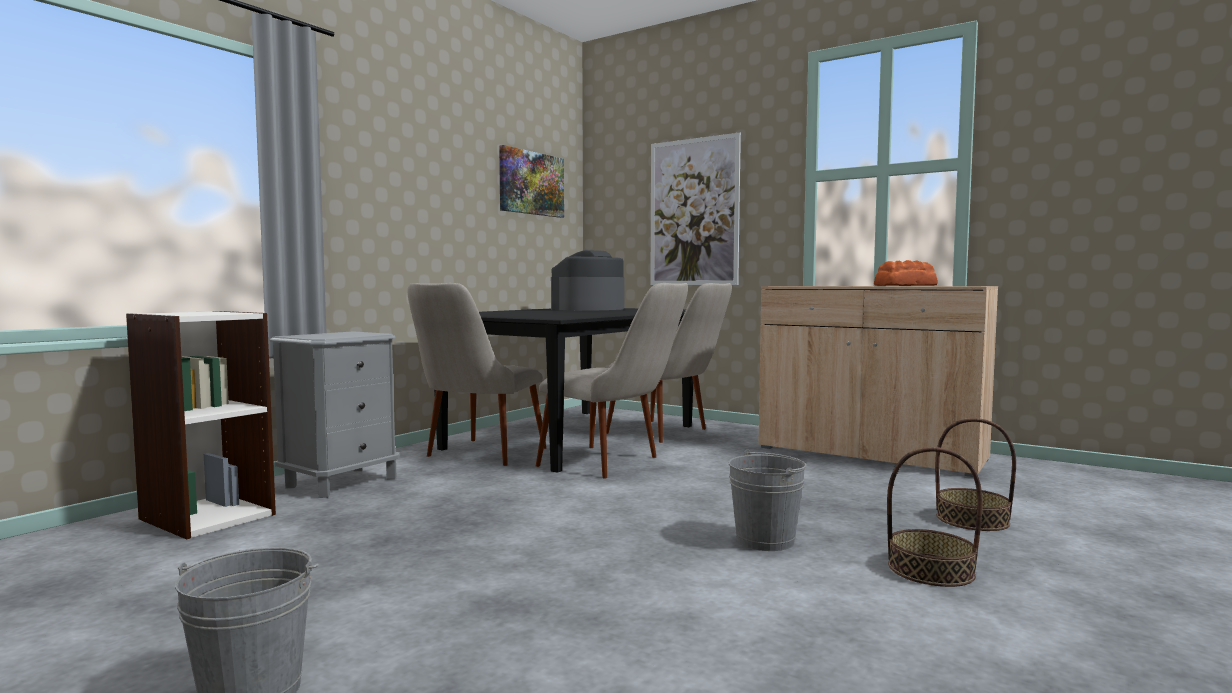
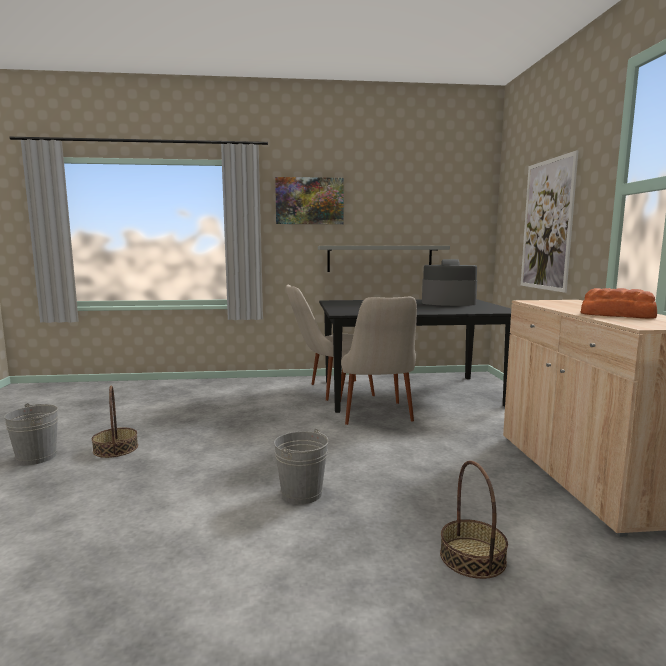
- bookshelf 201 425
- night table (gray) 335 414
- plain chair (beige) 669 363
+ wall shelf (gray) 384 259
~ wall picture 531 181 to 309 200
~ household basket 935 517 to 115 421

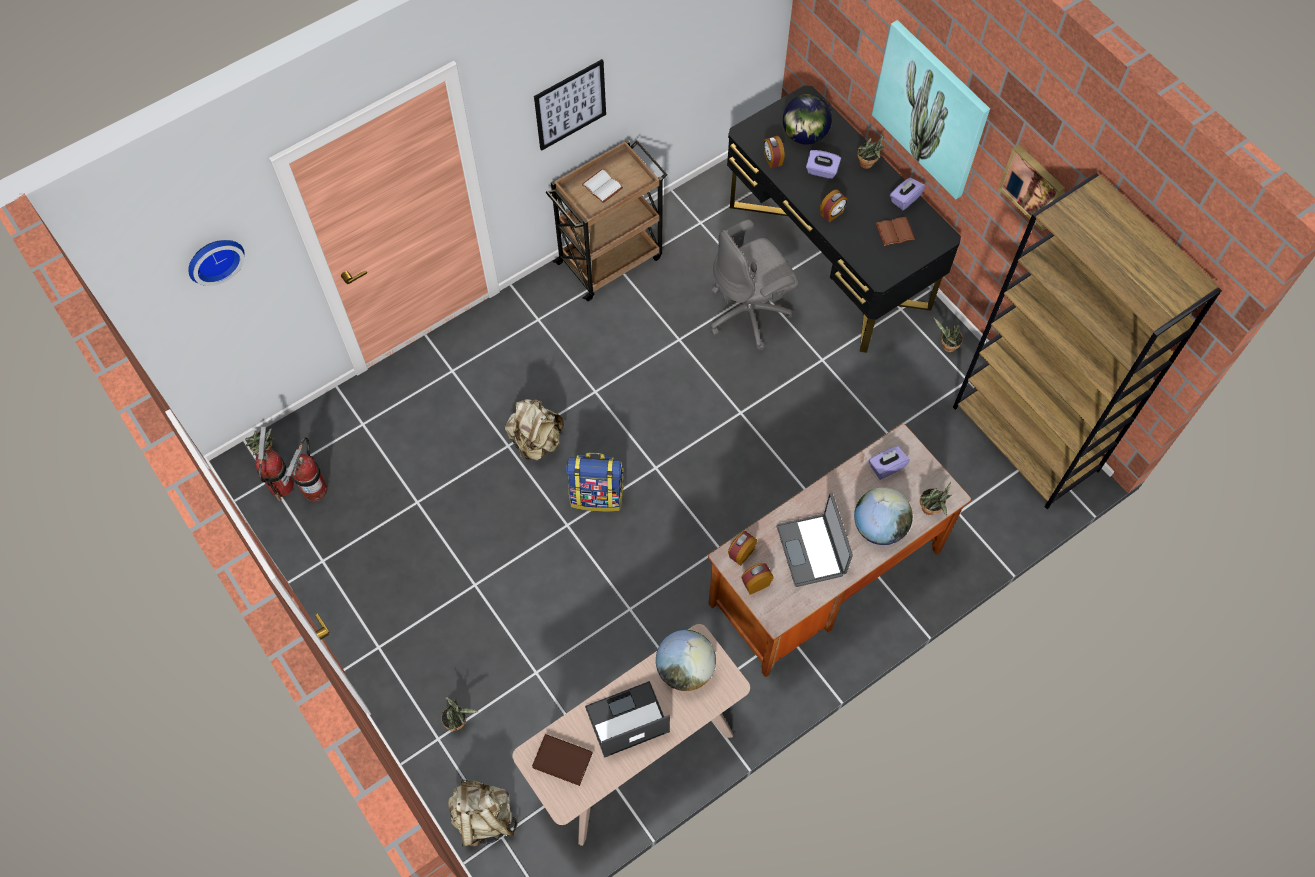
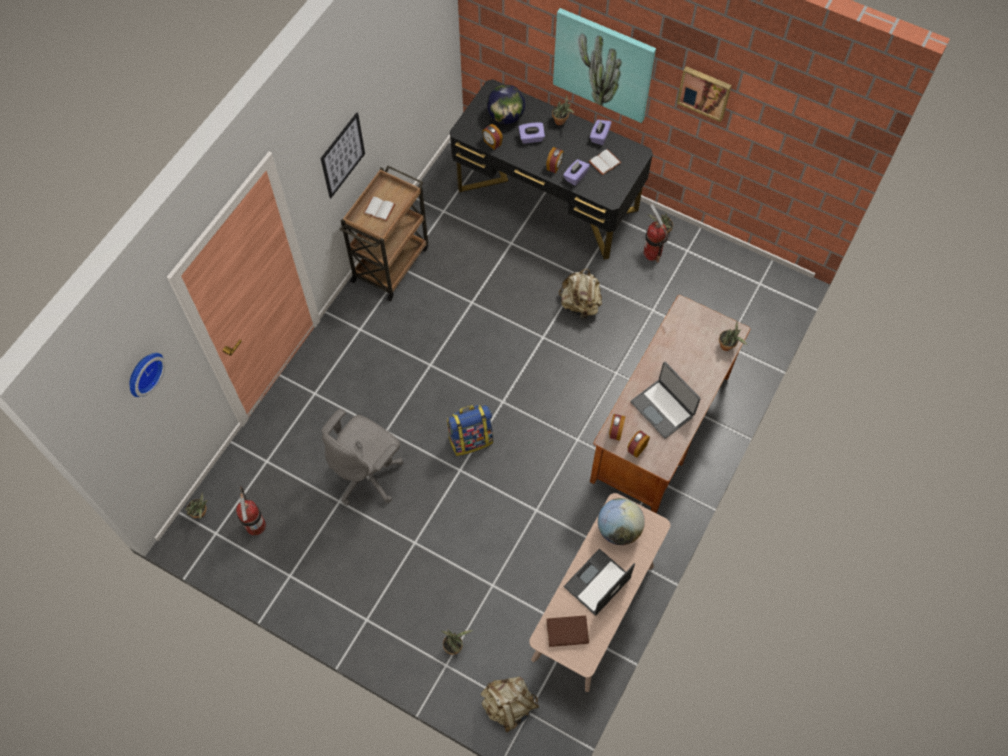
- world globe 883 516
- bookshelf (brownish) 1087 341
~ extinguisher 274 464 to 655 233
~ backpack (beige) 534 429 to 580 293
~ computer chair (gray) 754 284 to 362 457
~ tissue box (purple) 889 463 to 576 172
~ bound book (brownish) 895 231 to bound book (whitish) 605 162

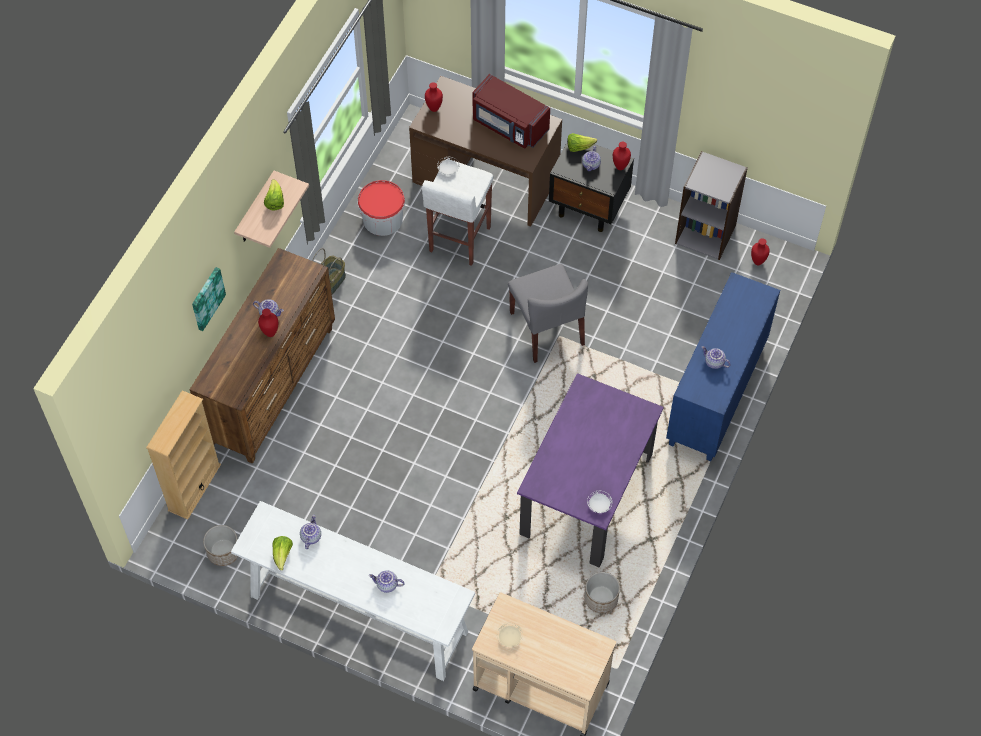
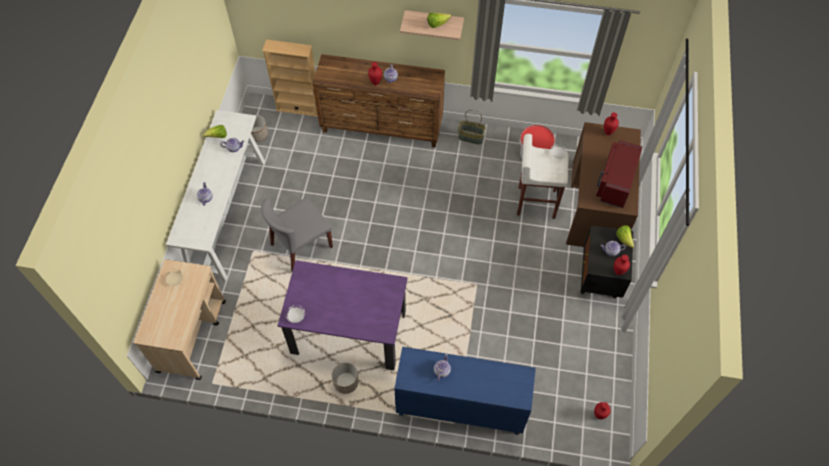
- wall picture 209 299
- bookshelf (gray) 711 205
~ plain chair (gray) 548 313 to 297 234
~ flower pot 602 592 to 345 378

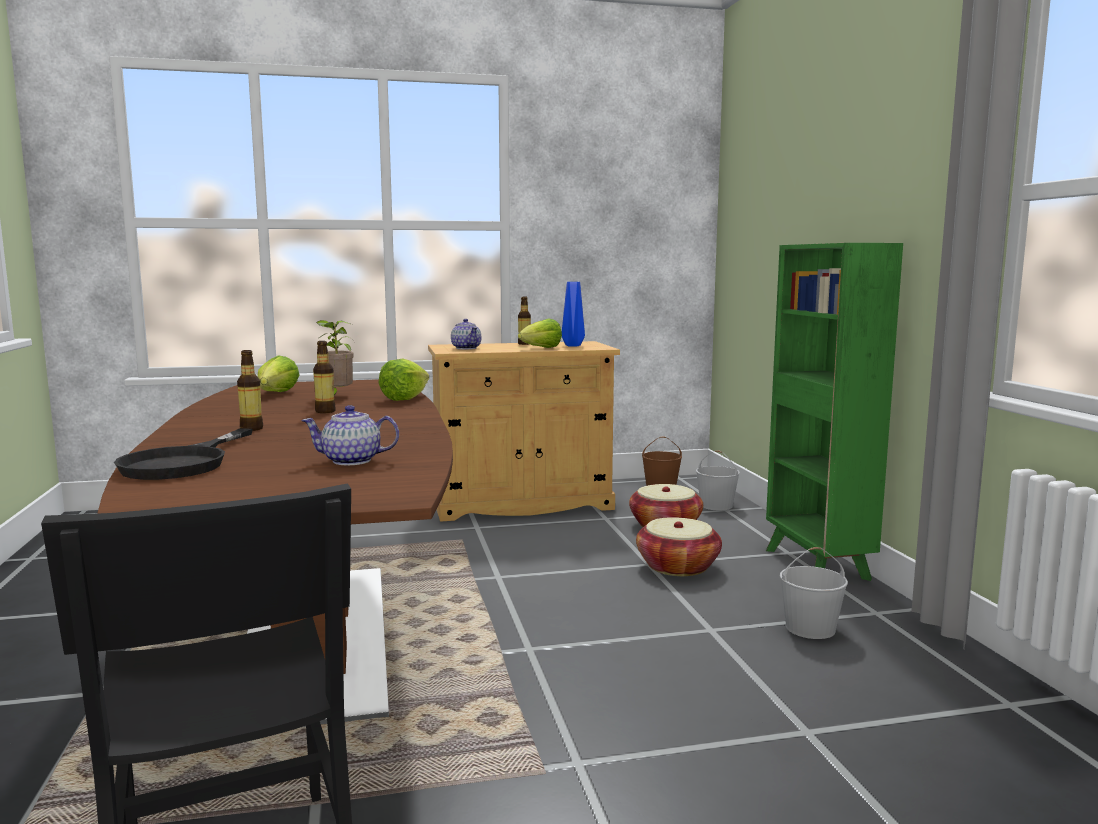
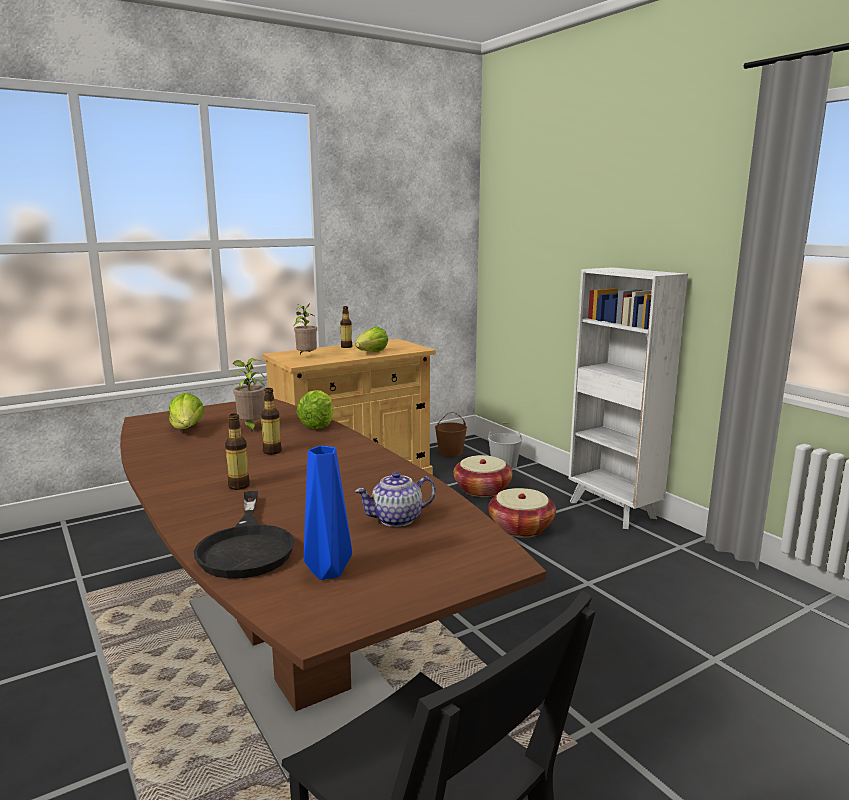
- water bucket (whitish) 814 593
~ decorative vase (blue-coloured) 573 314 to 328 513
~ pot for tea 466 334 to potted plant 305 329
~ bookshelf (greenish) 834 412 to bookshelf (whitish) 628 398

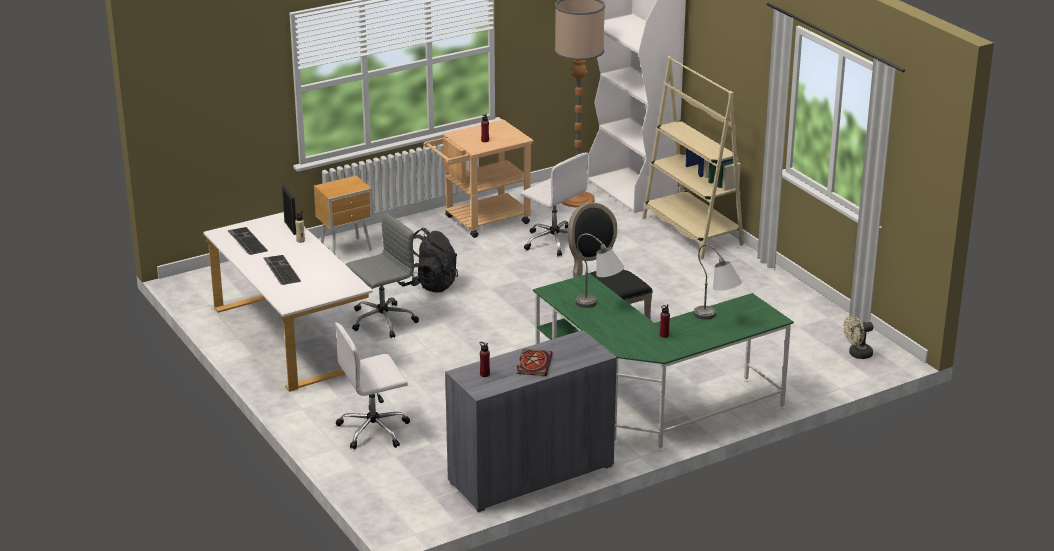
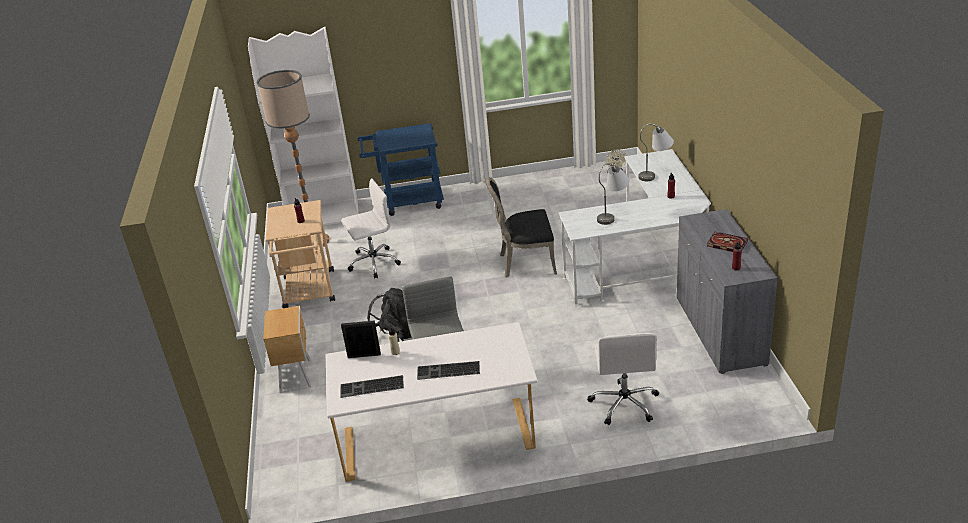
~ bookshelf (beige) 693 157 to trolley (blue-coloured) 400 169
~ desk unit (greenish) 663 362 to desk unit (whitish) 635 227

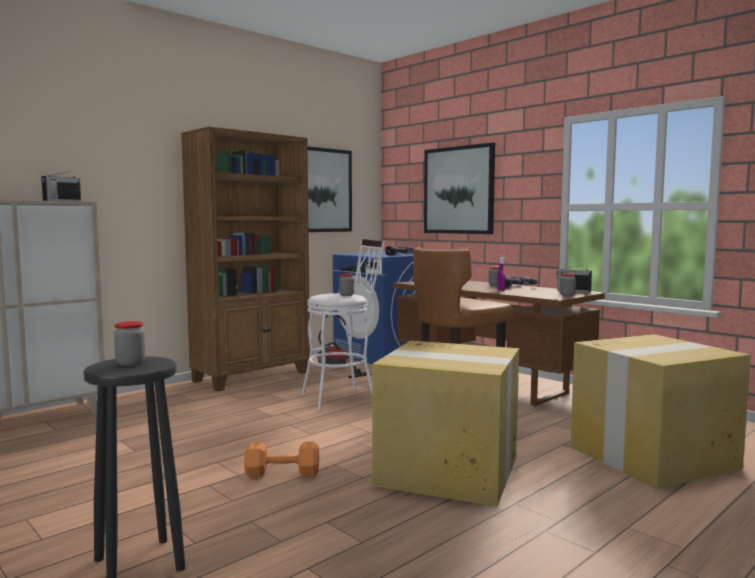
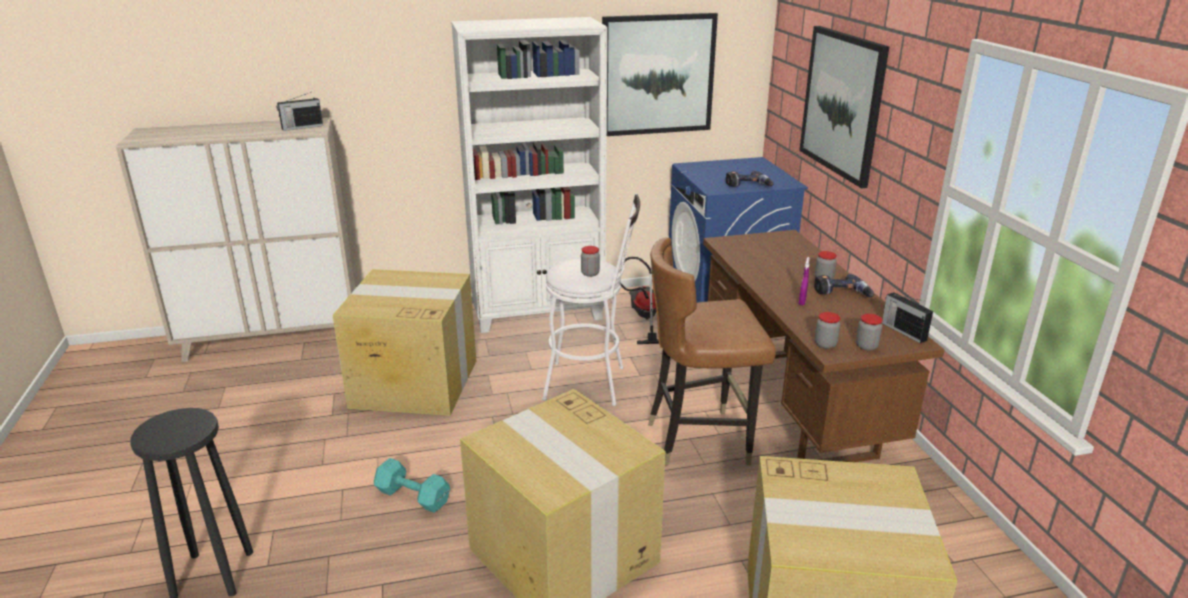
+ carton 404 342
~ preserve jar 130 343 to 828 330
~ bookshelf (brownish) 245 259 to bookshelf (whitish) 529 175
~ dumbbell (orange-coloured) 281 460 to dumbbell (turquoise) 412 485

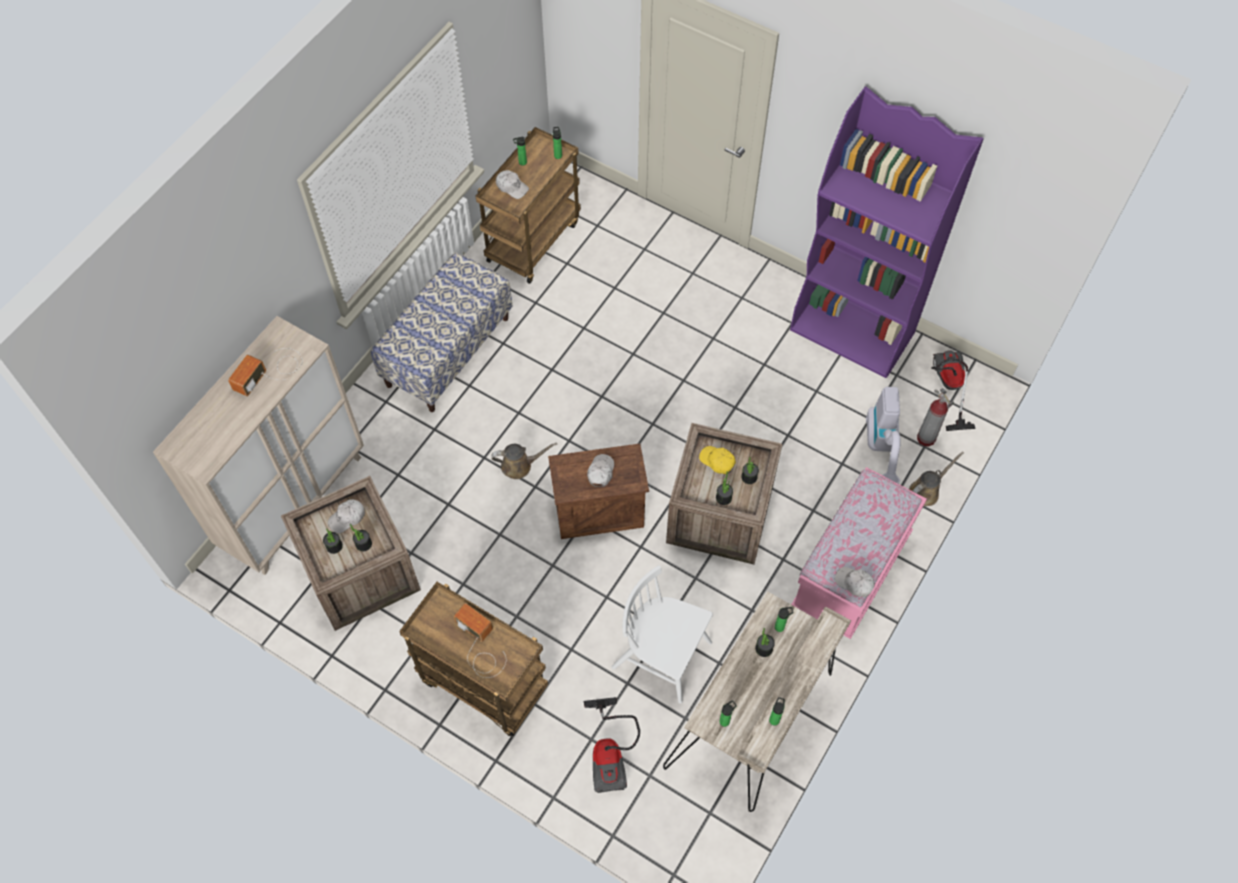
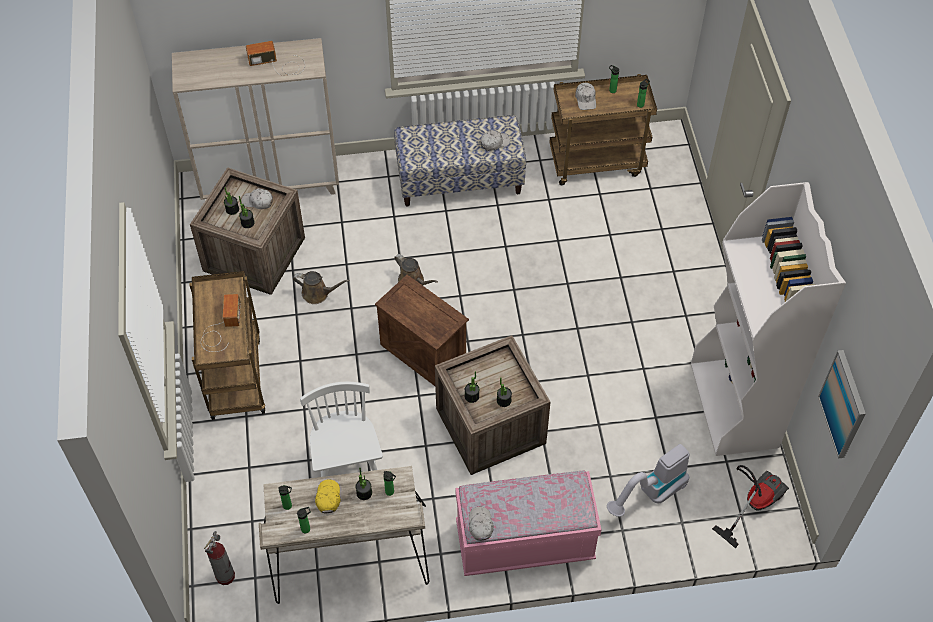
- hoover 612 745
+ wall picture 842 404
~ cap (whitish) 600 470 to 495 140
~ cap (yellow) 717 460 to 328 496
~ watering can (brownish) 936 478 to 321 287
~ extinguisher 935 417 to 219 558
~ bookshelf (purple) 887 232 to bookshelf (whitish) 768 319

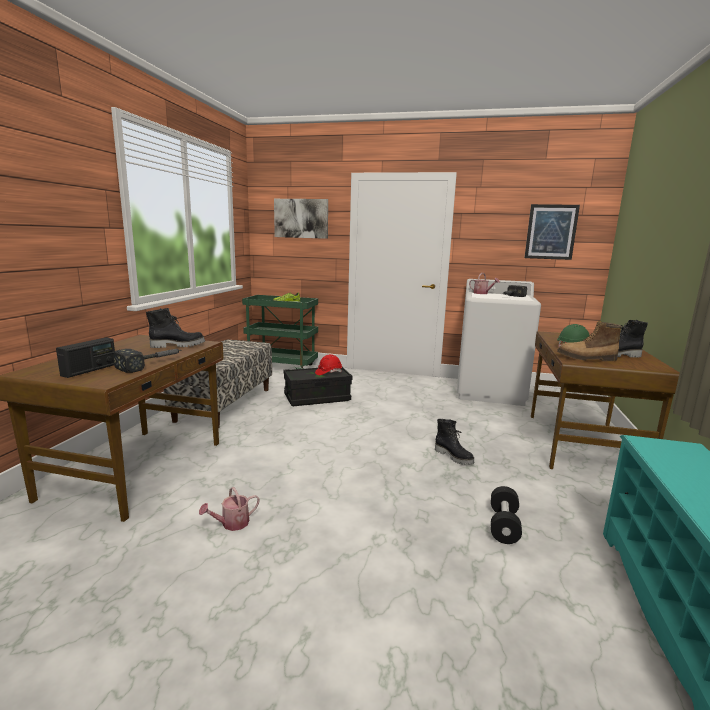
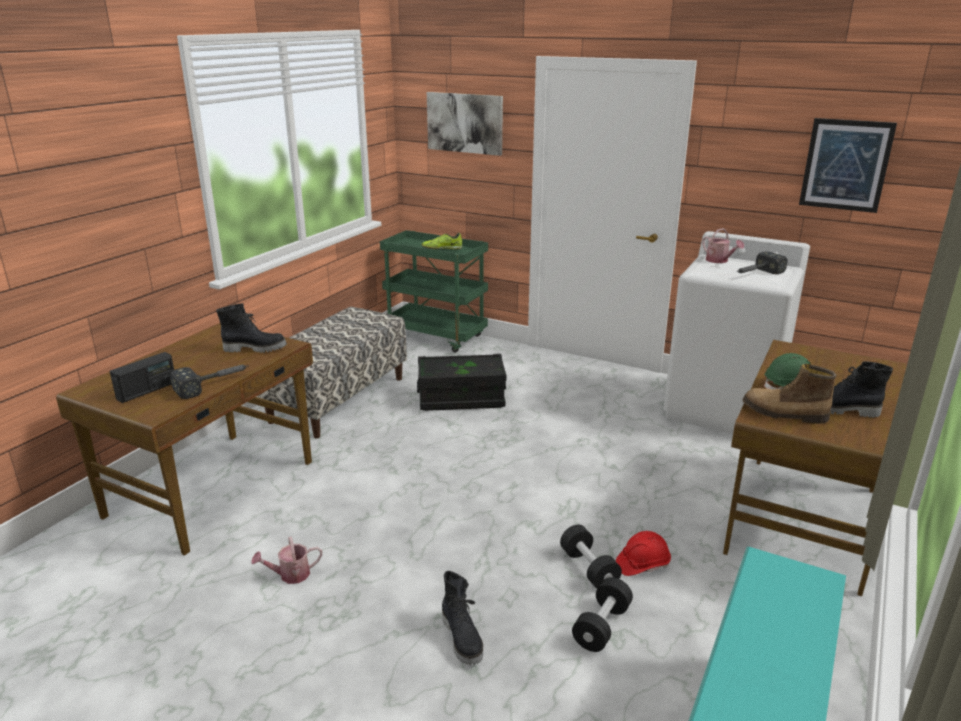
+ dumbbell (black) 591 557
~ safety helmet (red) 328 364 to 643 553
~ tall boot (black) 454 442 to 462 618

